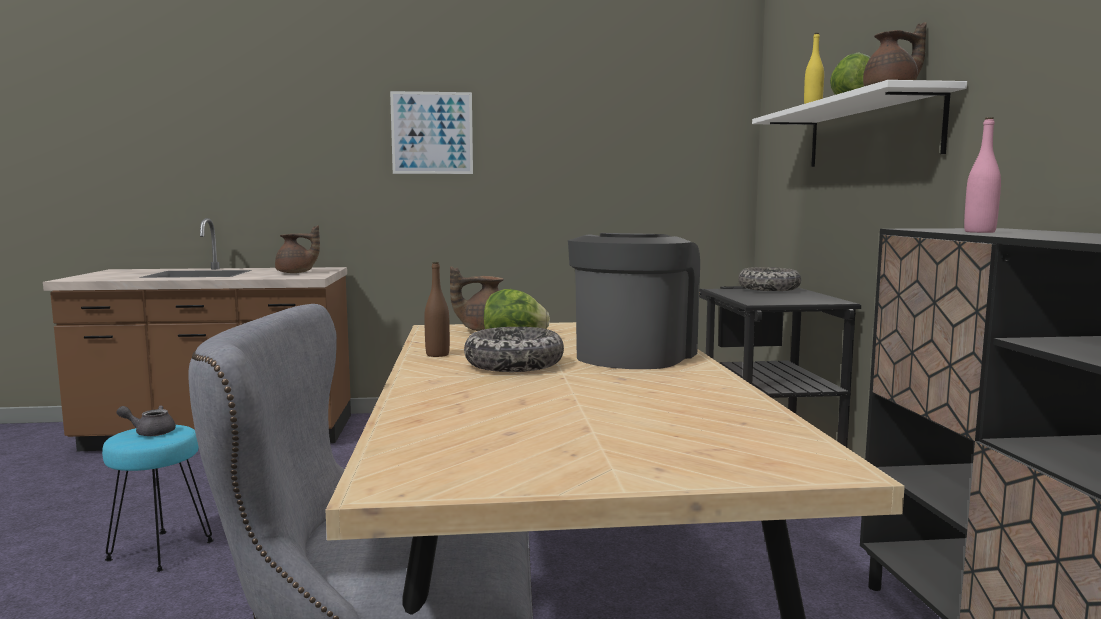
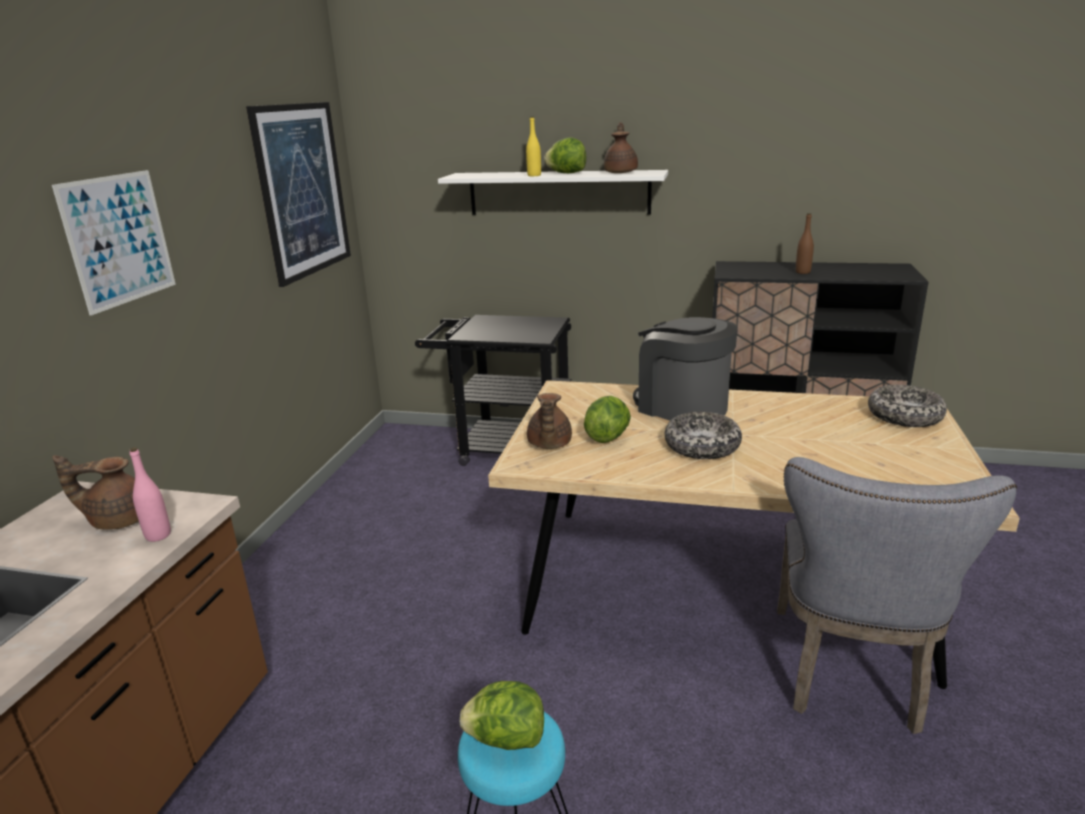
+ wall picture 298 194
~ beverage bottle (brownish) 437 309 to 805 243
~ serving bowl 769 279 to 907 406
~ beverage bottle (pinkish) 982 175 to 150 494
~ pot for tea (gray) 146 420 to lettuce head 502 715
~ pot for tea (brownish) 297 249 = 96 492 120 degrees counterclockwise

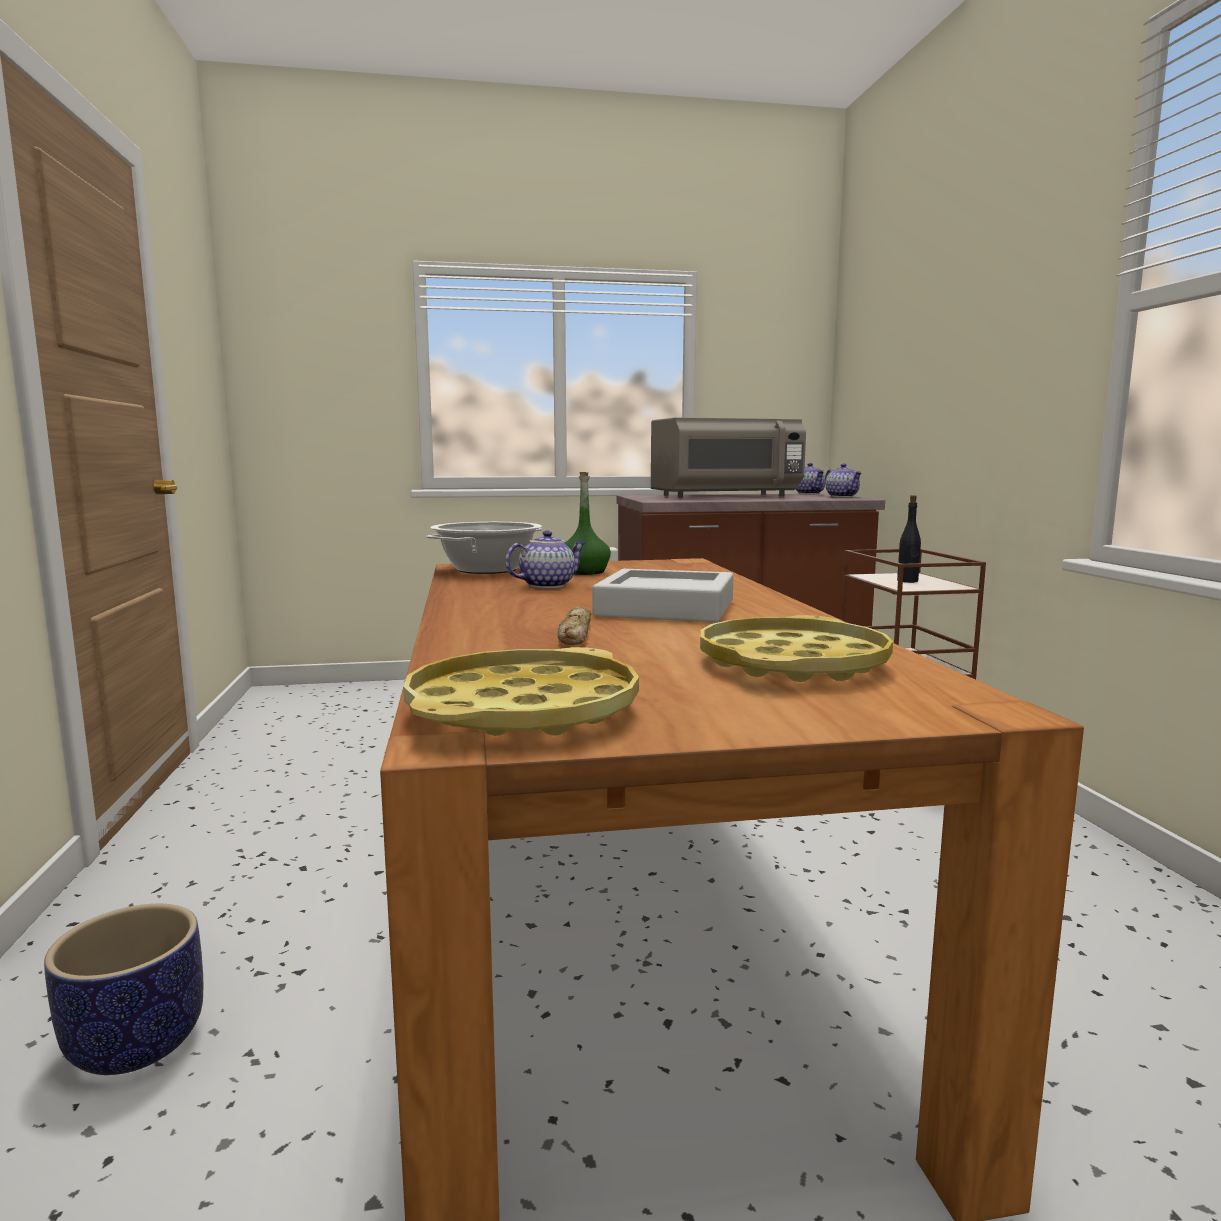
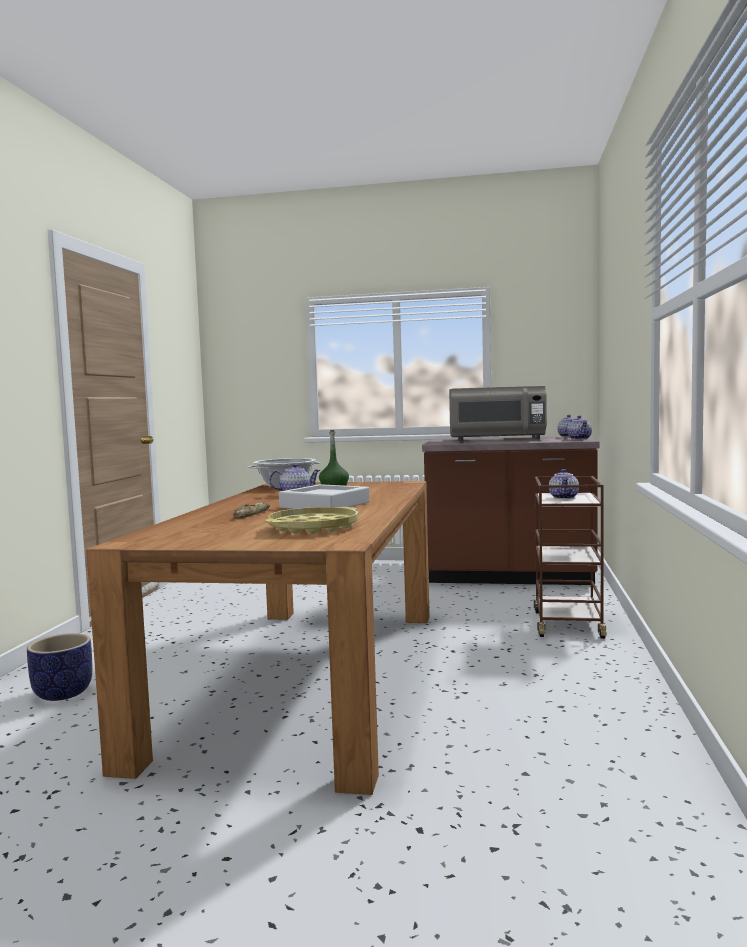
- carrying tray (yellow) 521 691
~ beverage bottle (black) 909 539 to pot for tea 564 484

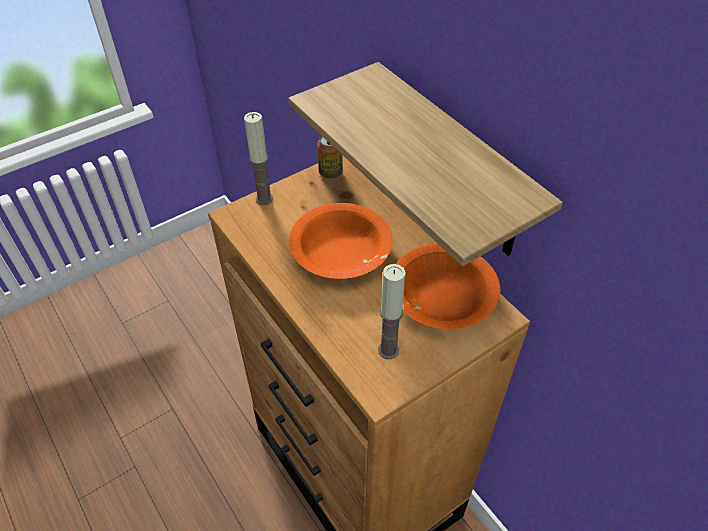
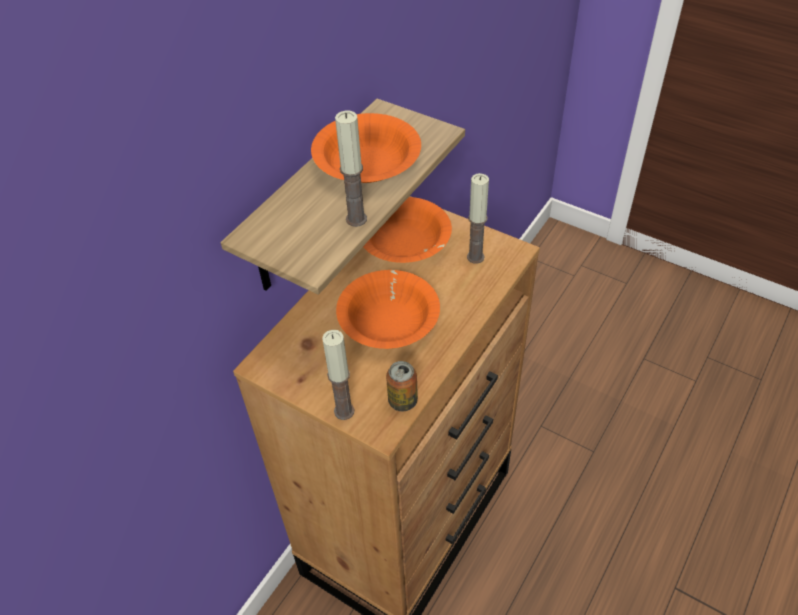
+ serving bowl (orange-coloured) 366 148
+ wax light 351 169
~ can 330 157 to 402 386

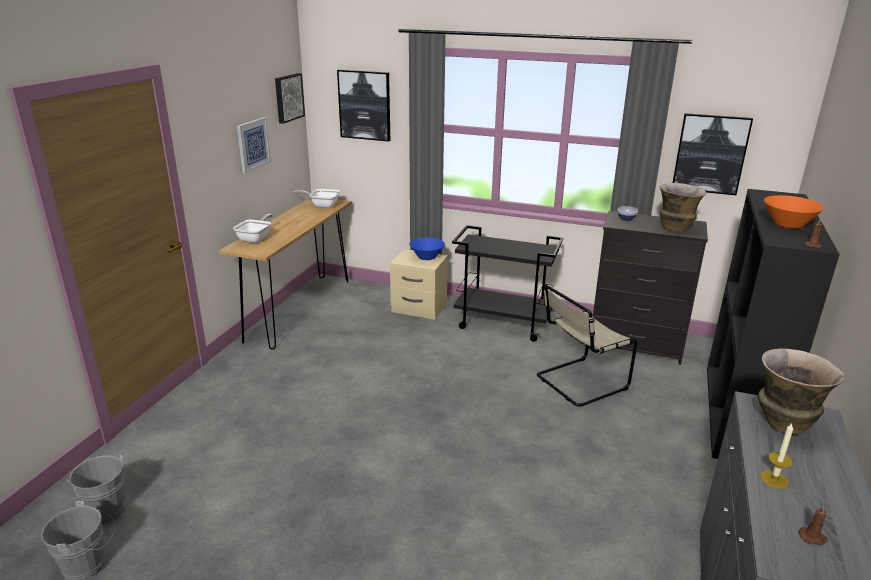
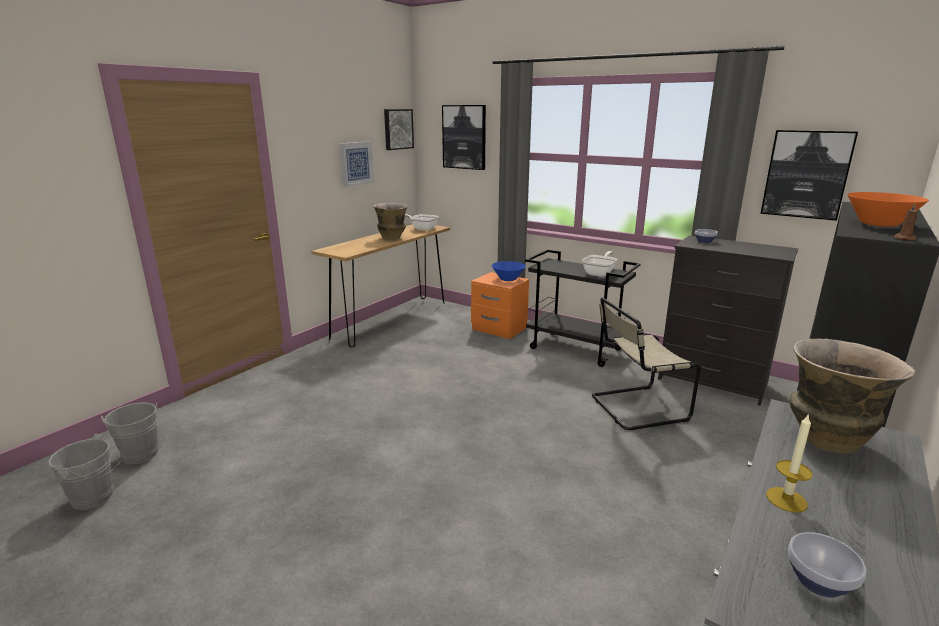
~ skillet 253 228 to 599 264
~ decorative vase 683 207 to 390 221
~ wax light (brownish) 813 525 to serving bowl 827 565
~ night table (beige) 419 284 to night table (orange-coloured) 500 305

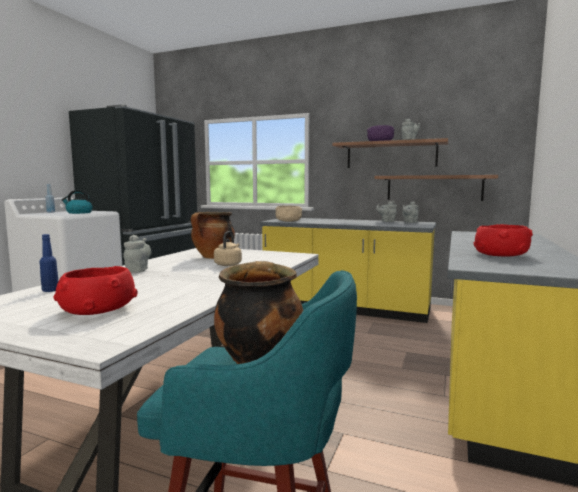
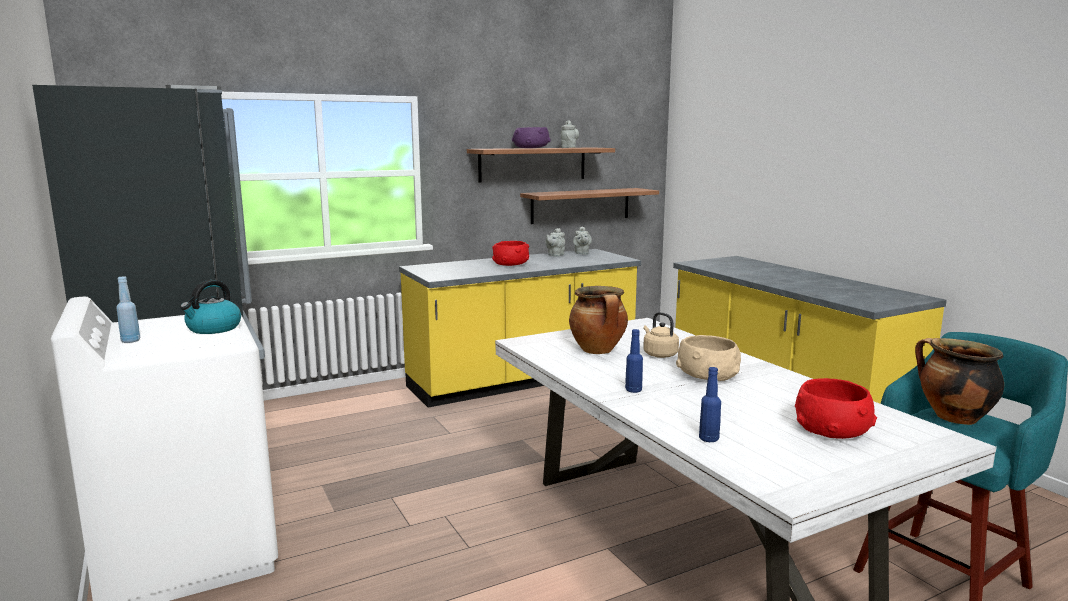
~ serving bowl (beige) 288 214 to 708 358
~ serving bowl (red) 503 240 to 510 253
~ pot for tea (gray) 137 254 to beverage bottle (blue-coloured) 634 361

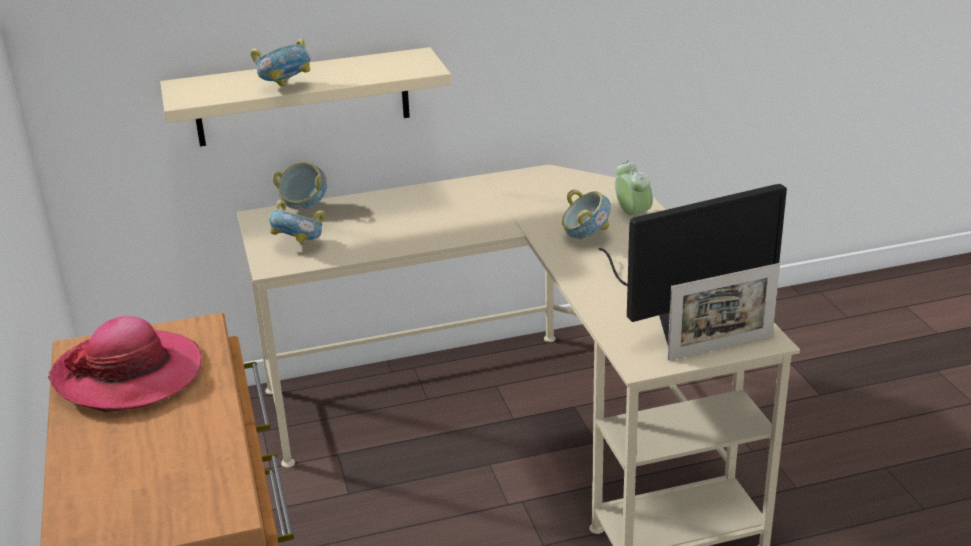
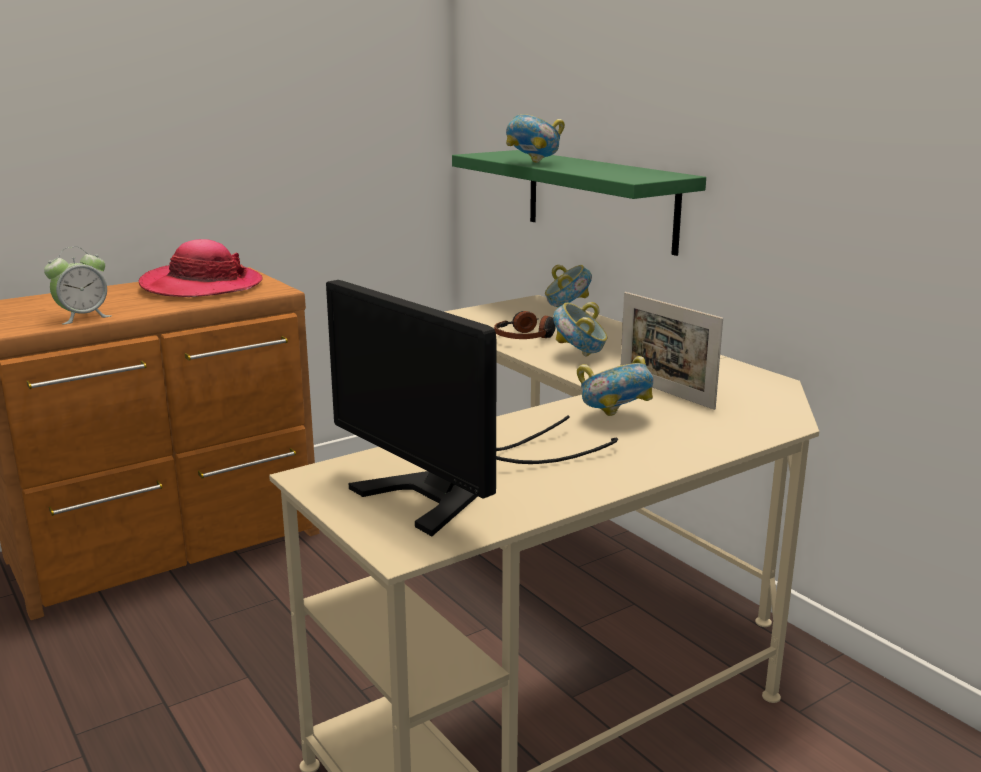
+ headset 525 325
~ serving bowl 297 221 to 580 329
~ bedside clock 634 187 to 77 286
~ photo frame 723 312 to 672 351
~ wall shelf (beige) 305 97 to wall shelf (greenish) 579 203

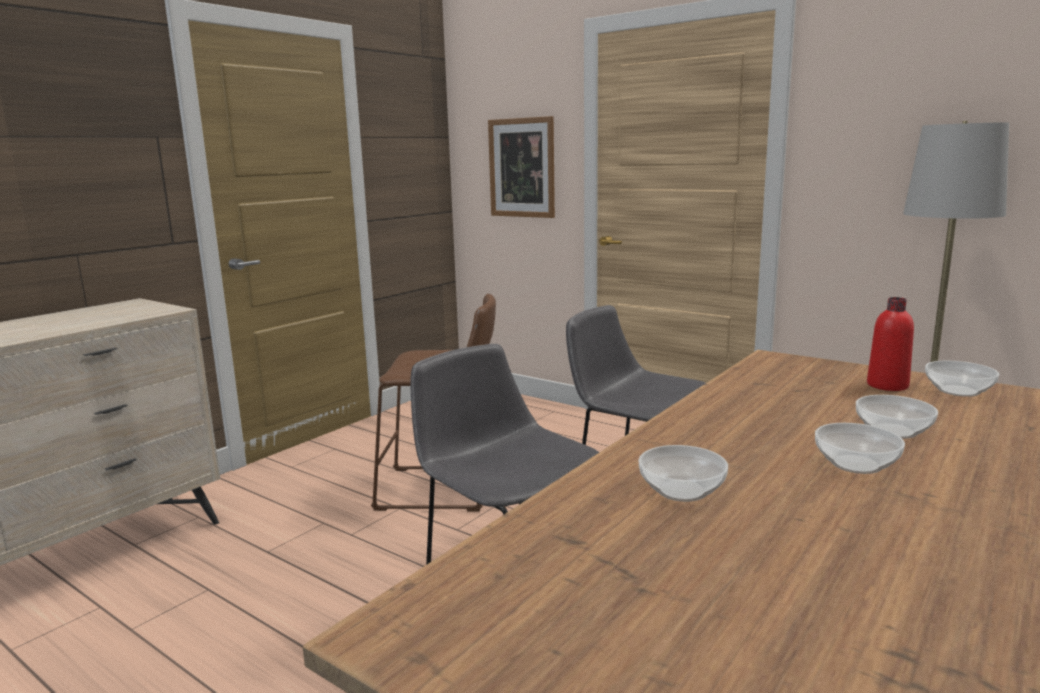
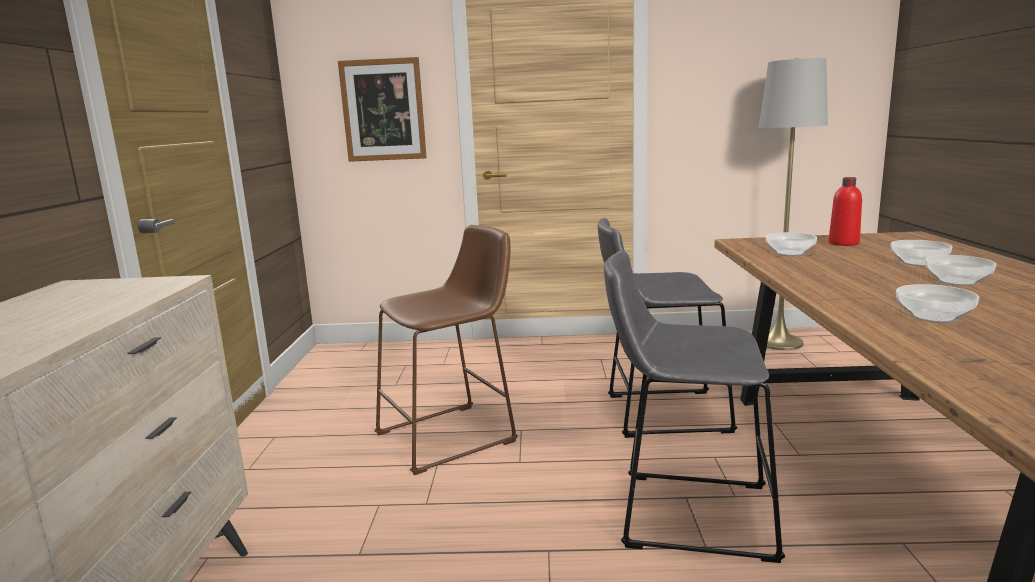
~ serving bowl 962 379 to 791 244

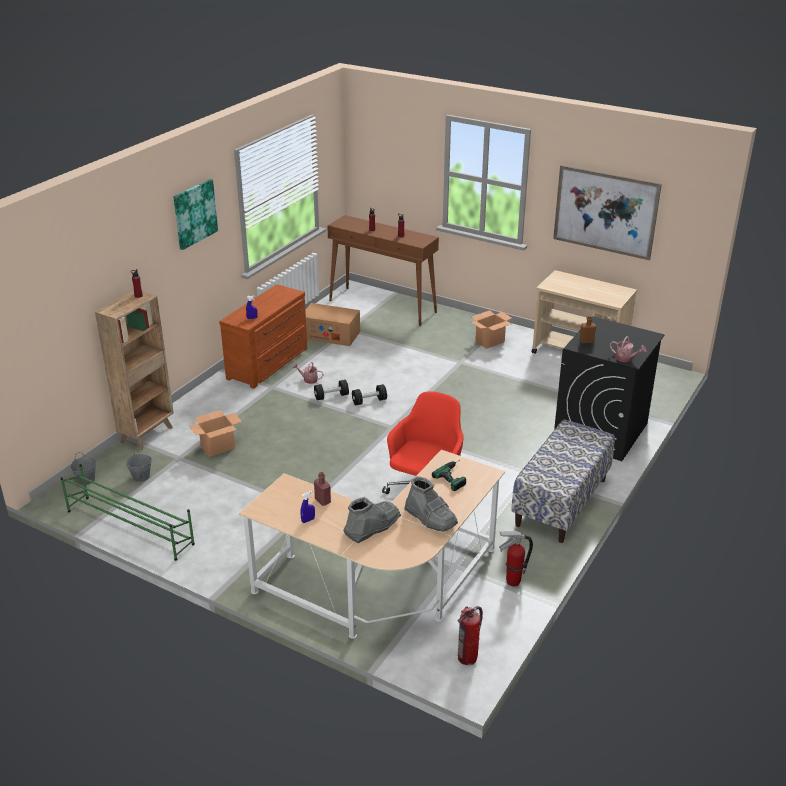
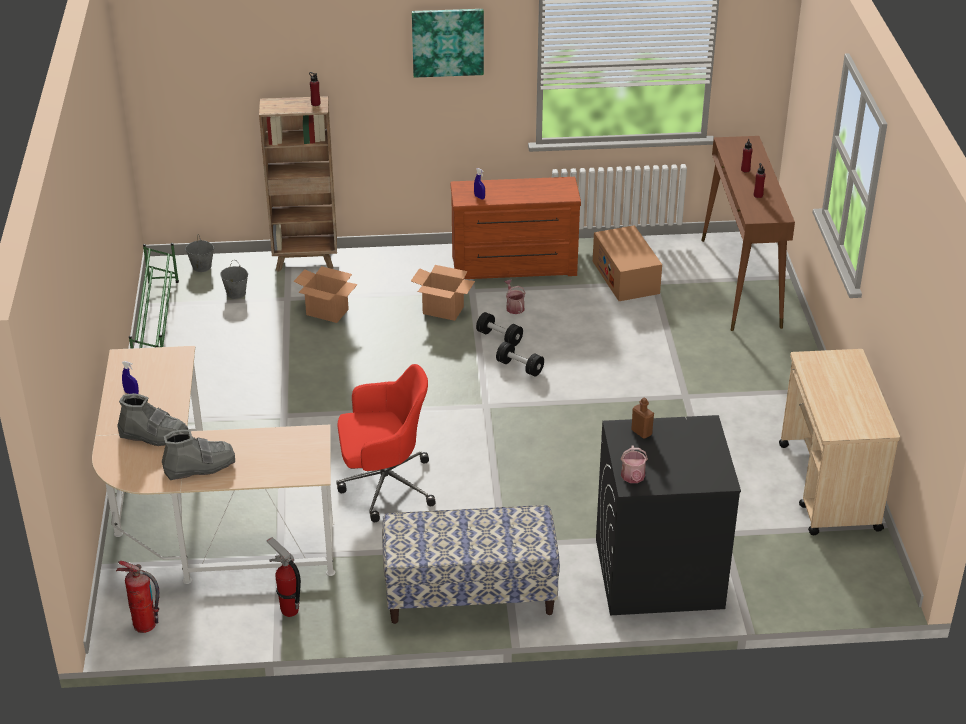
- beverage bottle (red) 322 489
- drill 449 475
- wall picture 607 212
~ carton 491 329 to 443 293
~ tall boot (gray) 431 504 = 198 455 120 degrees counterclockwise

